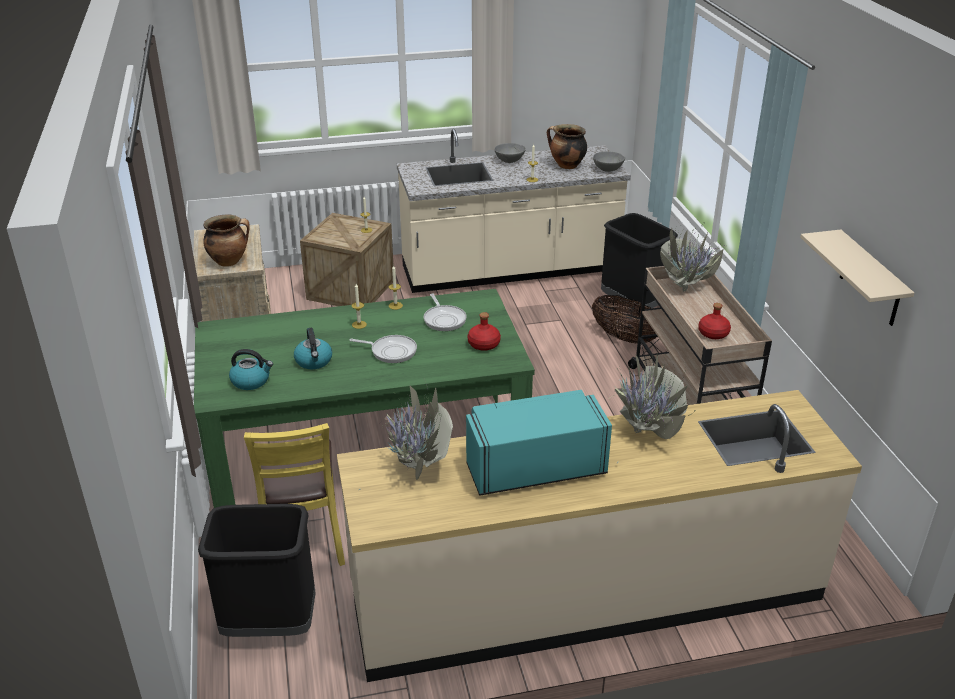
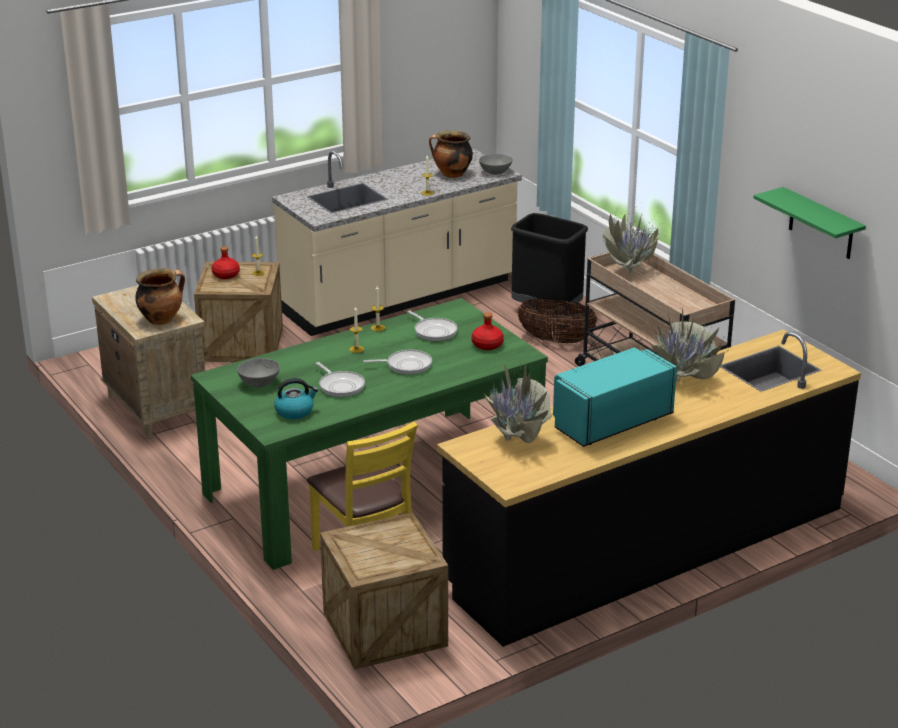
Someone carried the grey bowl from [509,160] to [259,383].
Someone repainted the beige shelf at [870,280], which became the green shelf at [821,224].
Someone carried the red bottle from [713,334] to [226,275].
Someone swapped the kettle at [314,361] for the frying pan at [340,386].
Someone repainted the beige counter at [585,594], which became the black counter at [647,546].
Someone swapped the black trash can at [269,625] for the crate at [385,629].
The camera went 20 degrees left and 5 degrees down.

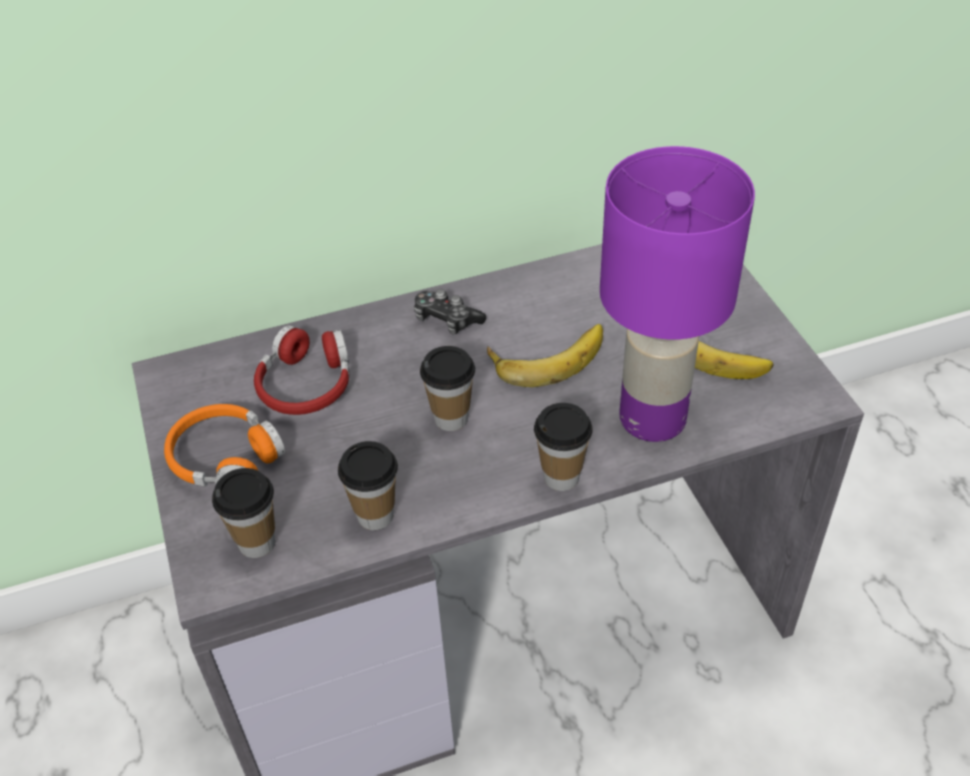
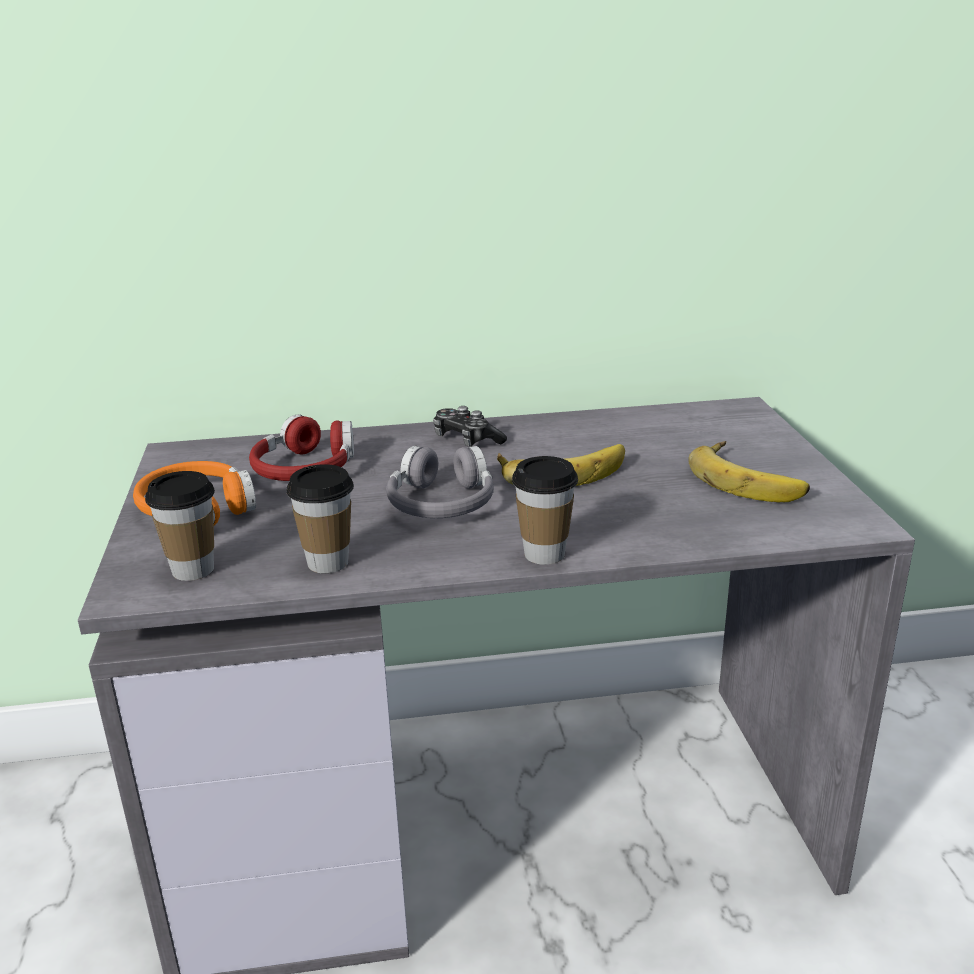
Someone took away the purple table lamp at [653,420].
Someone swapped the cup at [451,418] for the grey headphones at [441,503].
The camera went 10 degrees right and 20 degrees down.

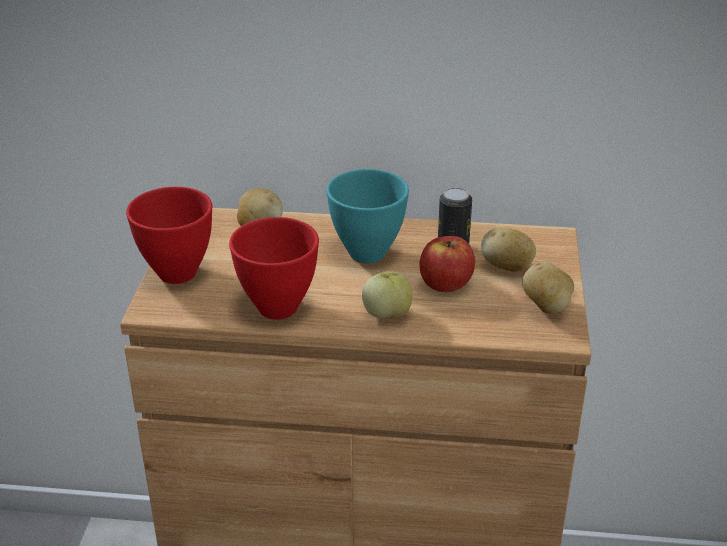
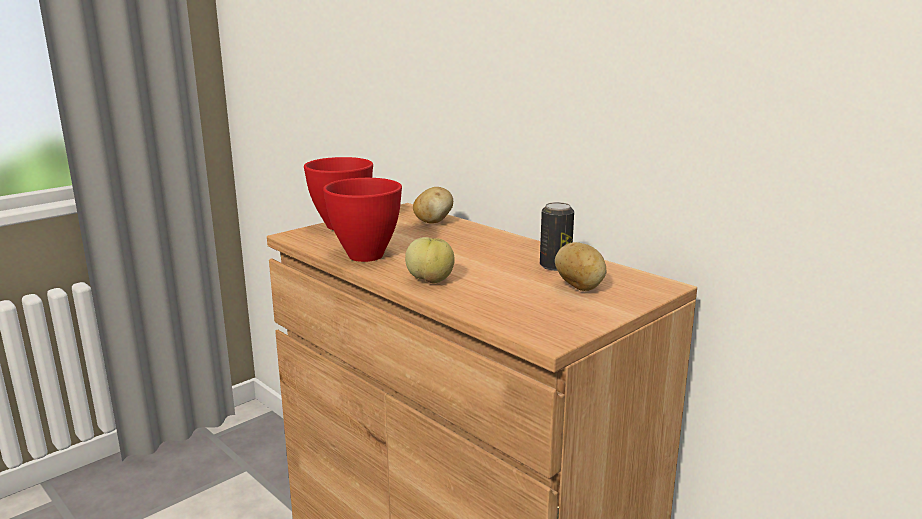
Someone took away the turquoise bowl at [367,254].
Someone took away the apple at [445,284].
Someone took away the potato at [546,307].
The camera went 40 degrees right and 15 degrees down.

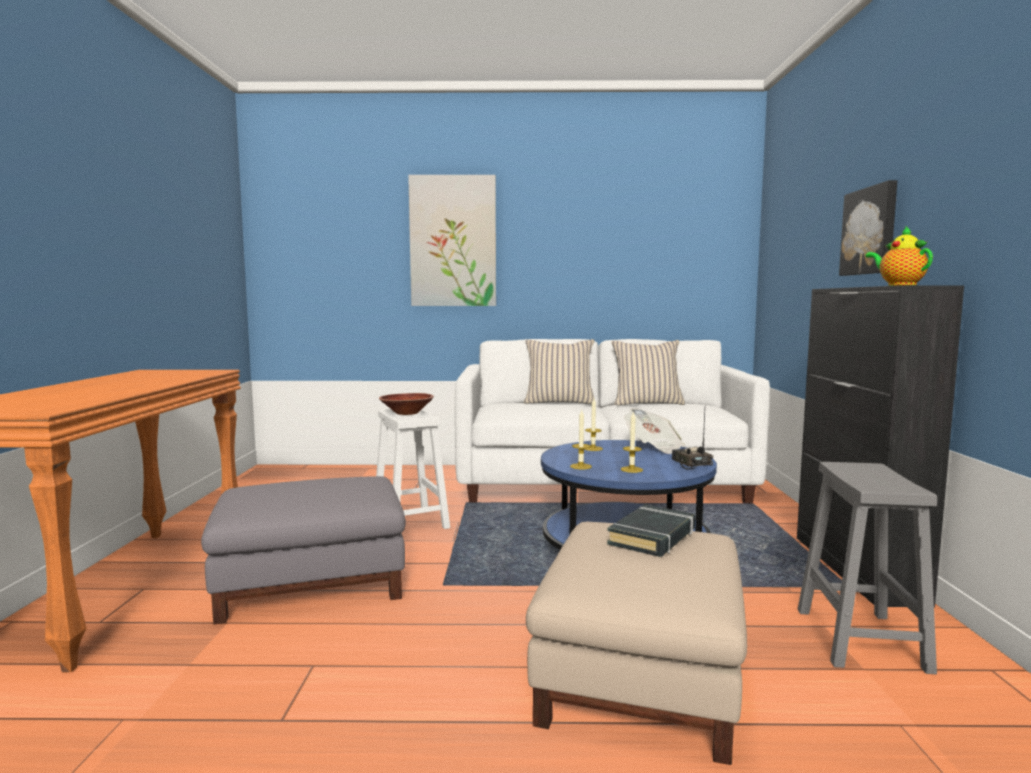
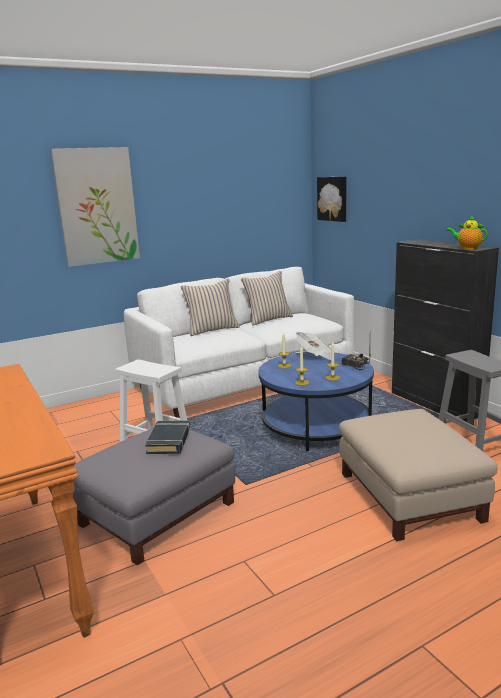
Someone carried the picture from [870,231] to [333,198].
Someone took away the brown bowl at [407,413].
Someone carried the black book from [653,537] to [169,441].
The camera went 30 degrees left and 10 degrees up.

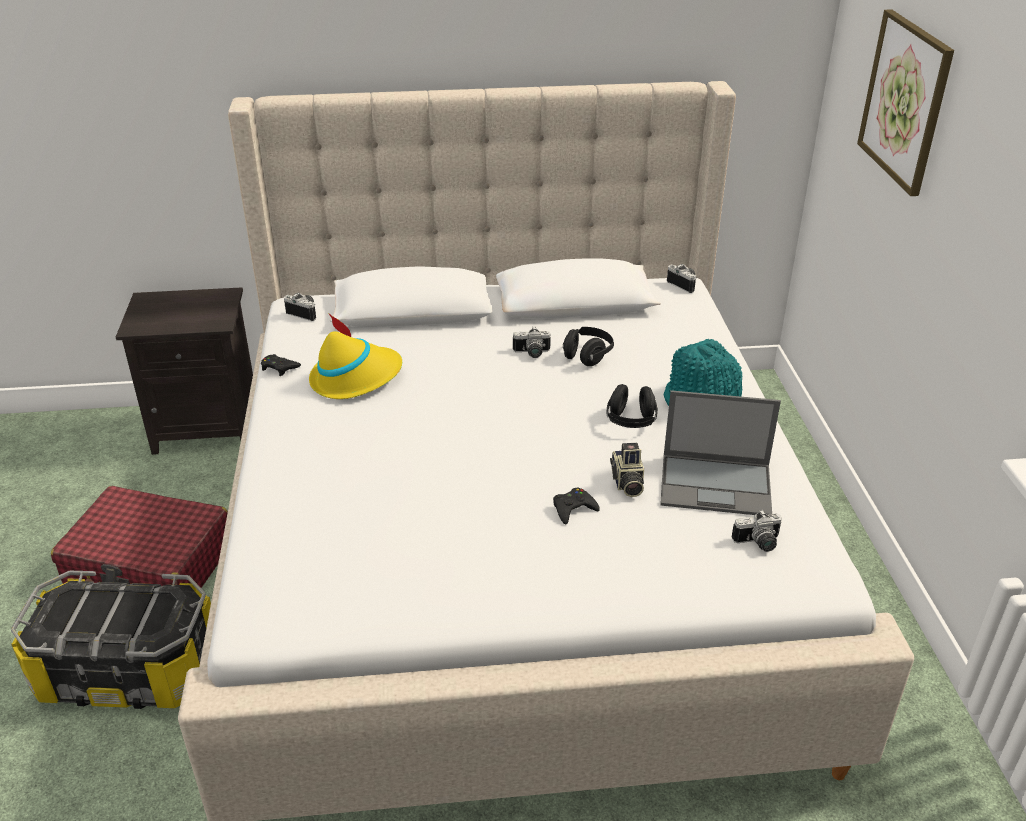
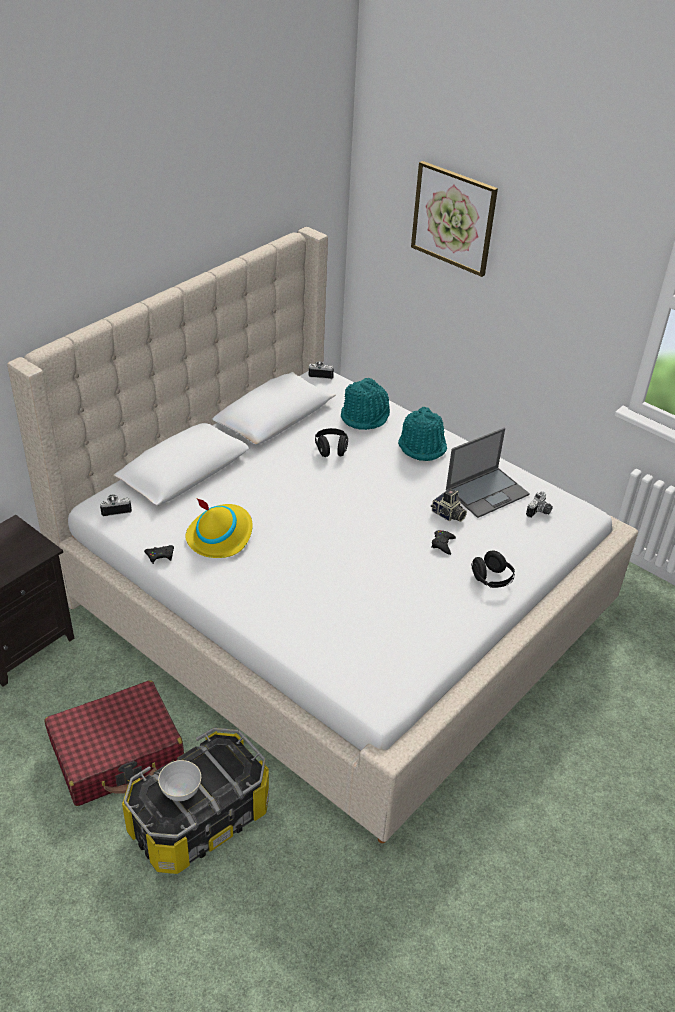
Someone took away the photo camera at [532,353].
Someone carried the black headphones from [631,421] to [491,579].
Someone put down the turquoise hat at [365,416].
Someone put down the grey bowl at [181,791].
The camera went 45 degrees left and 5 degrees up.

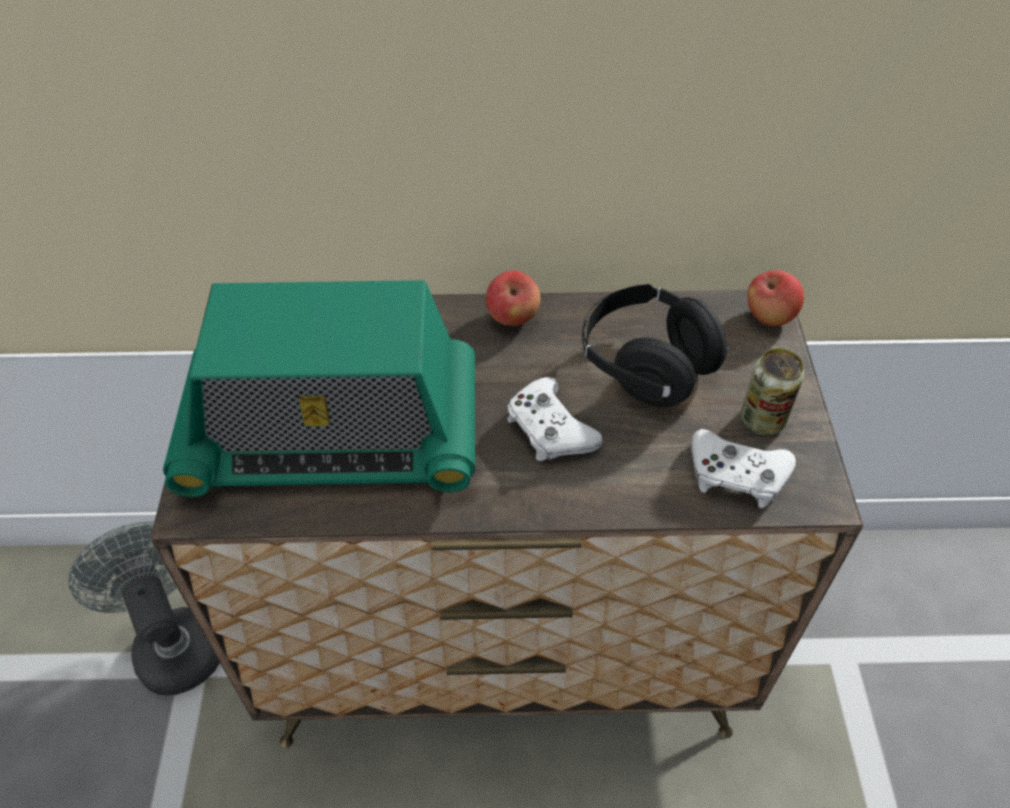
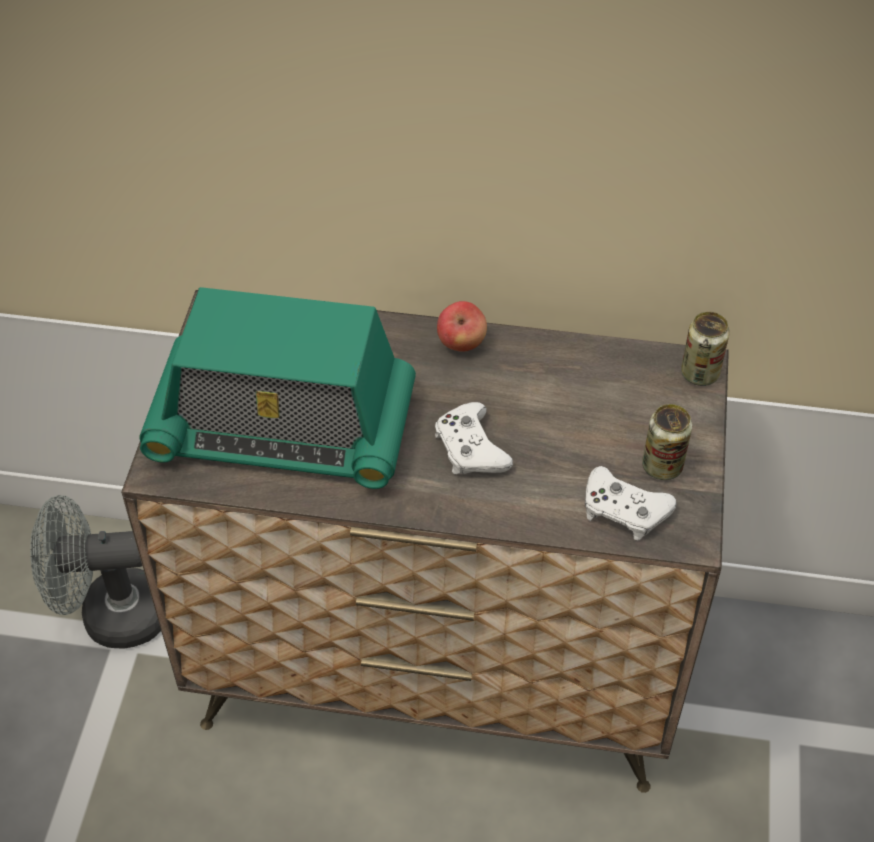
Someone swapped the apple at [769,317] for the can at [699,373].
Someone took away the black headphones at [646,365].
Someone rotated the grey fan at [174,641] by 75 degrees counterclockwise.
The camera went 10 degrees right and 0 degrees up.

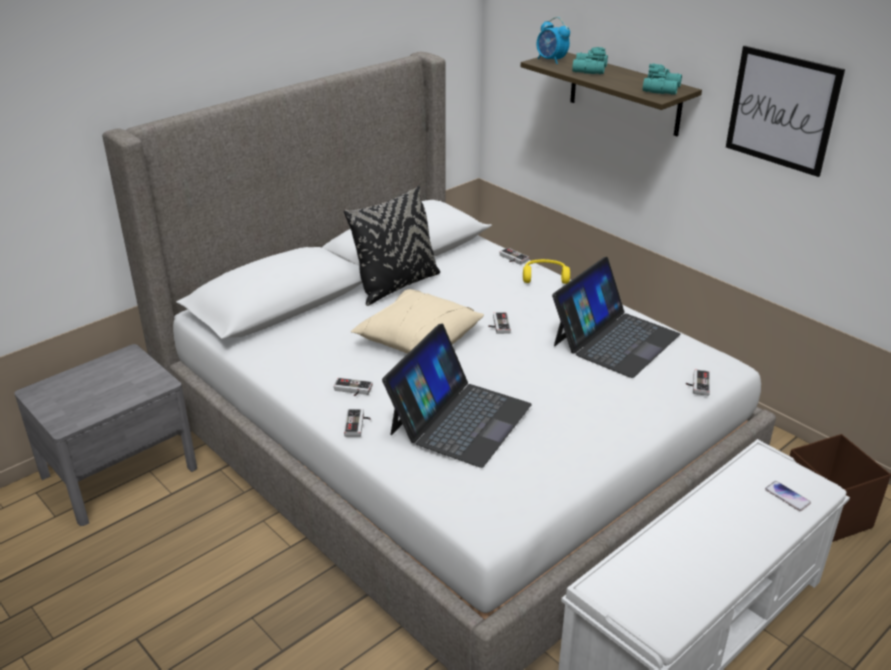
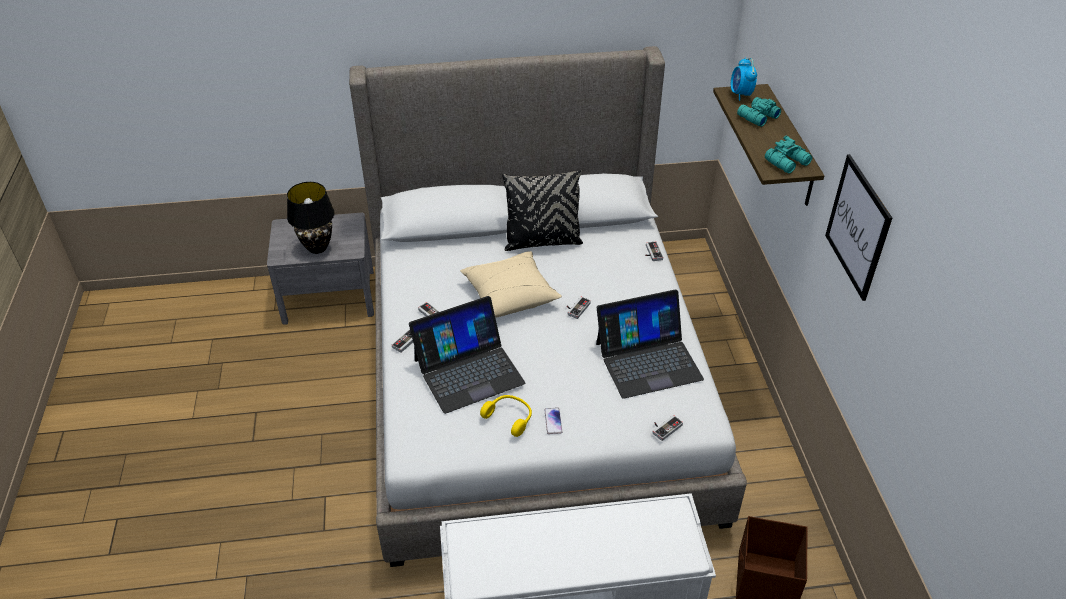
Someone carried the yellow headphones from [545,277] to [509,417].
Someone carried the phone from [787,496] to [553,421].
Someone put down the black table lamp at [317,248].
The camera went 35 degrees right and 10 degrees up.

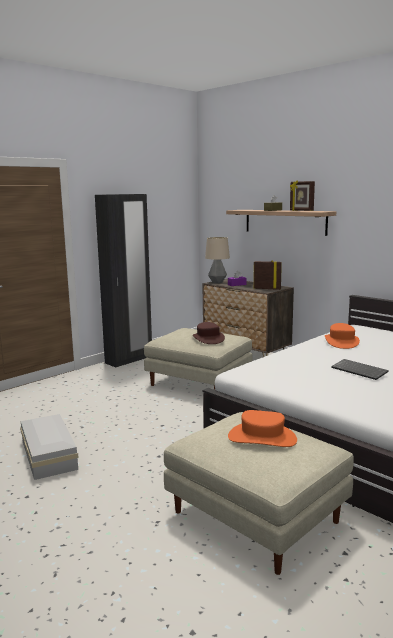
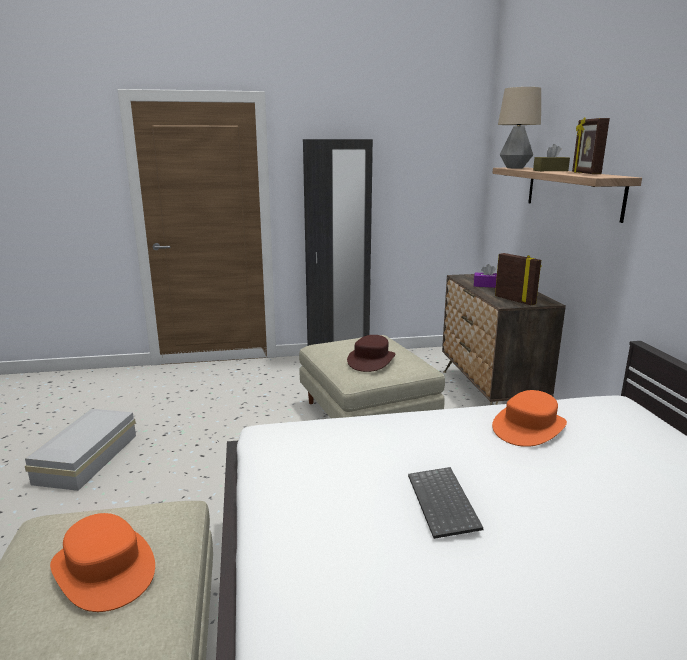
Someone carried the table lamp from [217,282] to [514,168].
The camera went 35 degrees right and 5 degrees up.

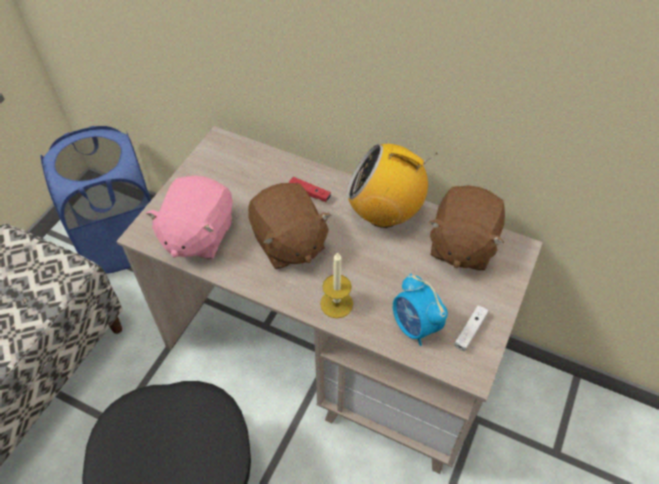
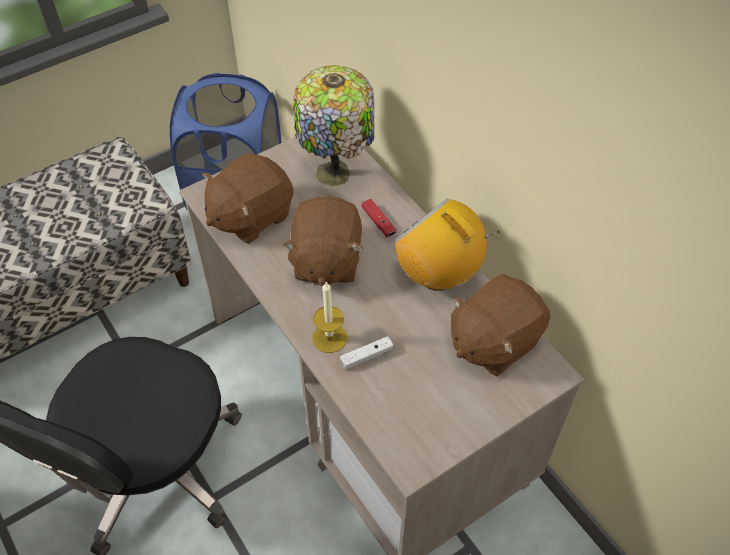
Someone repainted the pink plush toy at [198,235], which became the brown plush toy at [250,216].
Someone took away the alarm clock at [415,326].
Someone carried the white game controller from [470,331] to [366,356].
Someone put down the table lamp at [336,174].
The camera went 30 degrees right and 0 degrees up.

